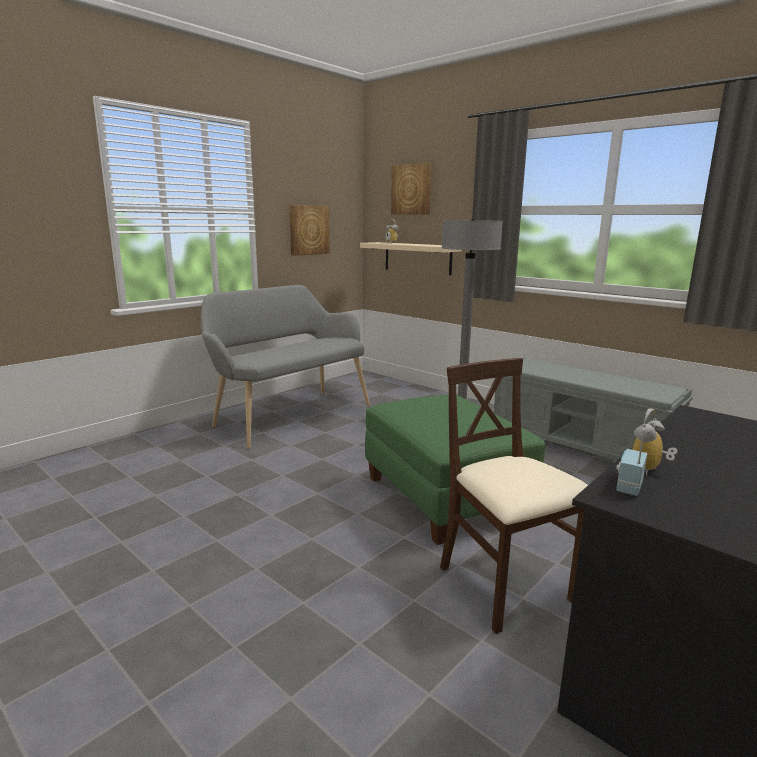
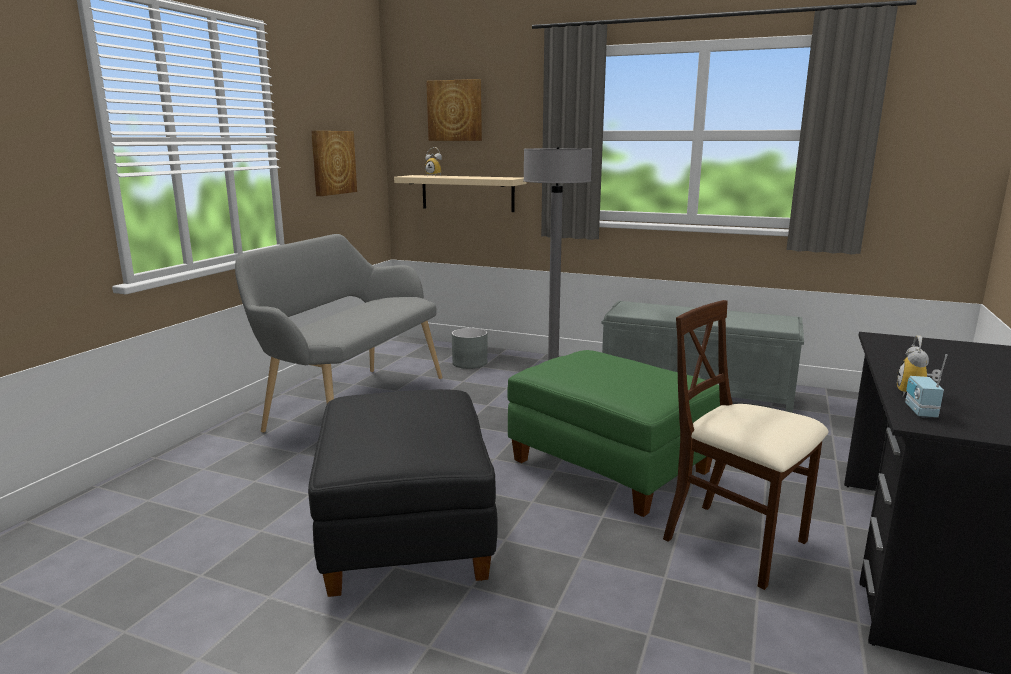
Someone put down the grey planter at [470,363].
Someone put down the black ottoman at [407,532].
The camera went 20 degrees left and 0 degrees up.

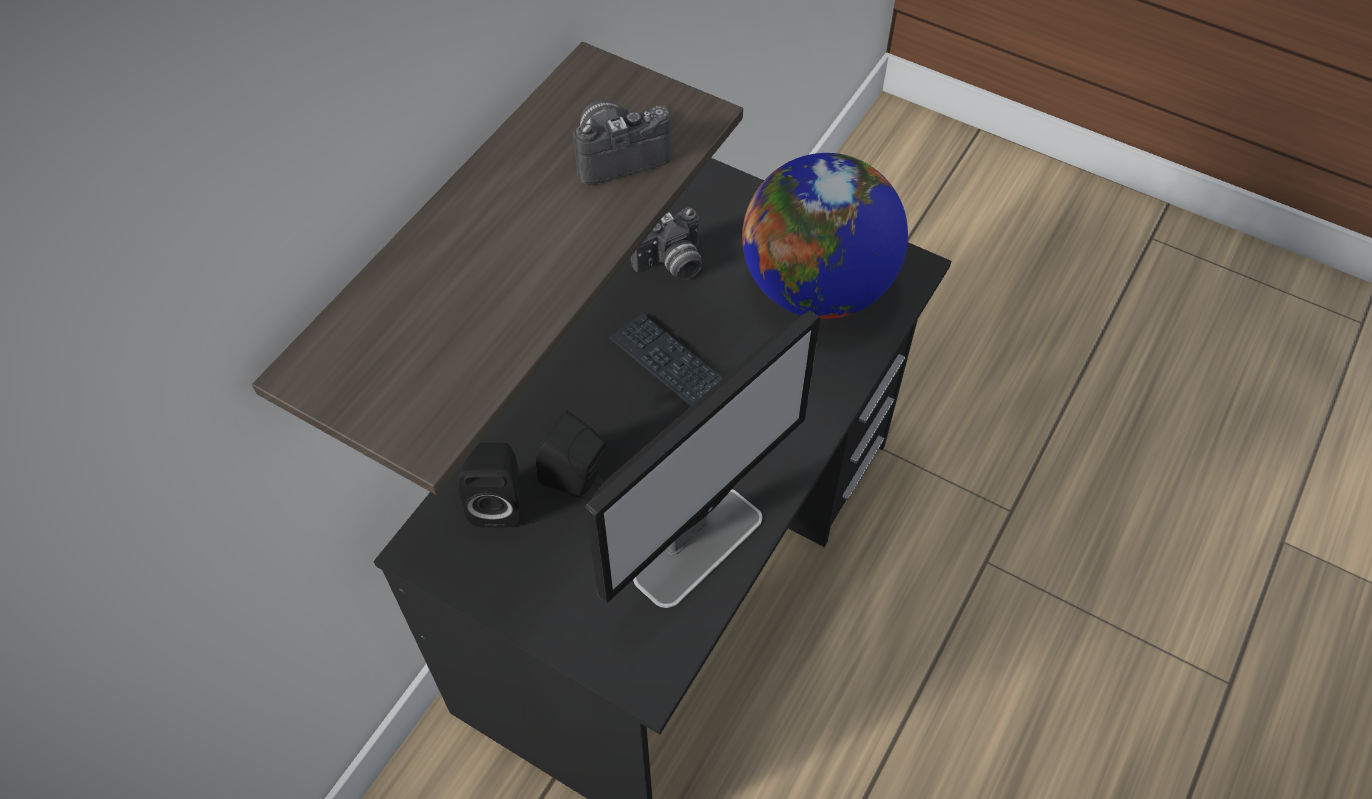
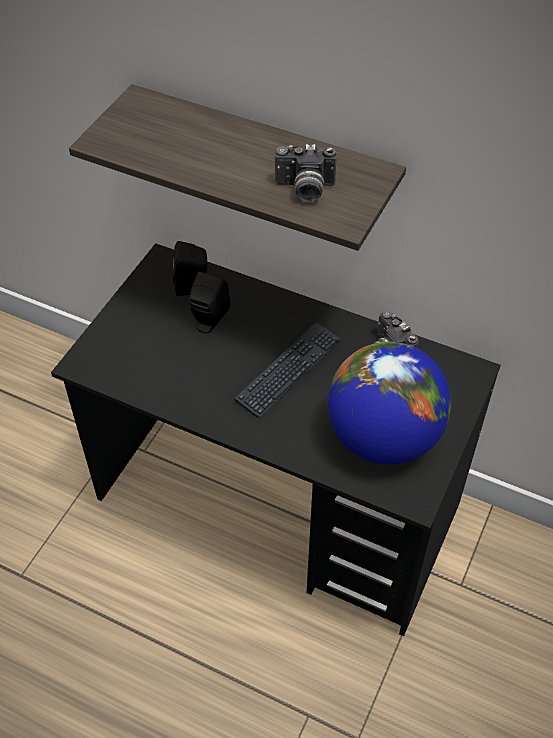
Someone rotated the photo camera at [618,154] by 120 degrees clockwise.
Someone took away the monitor at [699,546].
The camera went 85 degrees right and 5 degrees down.

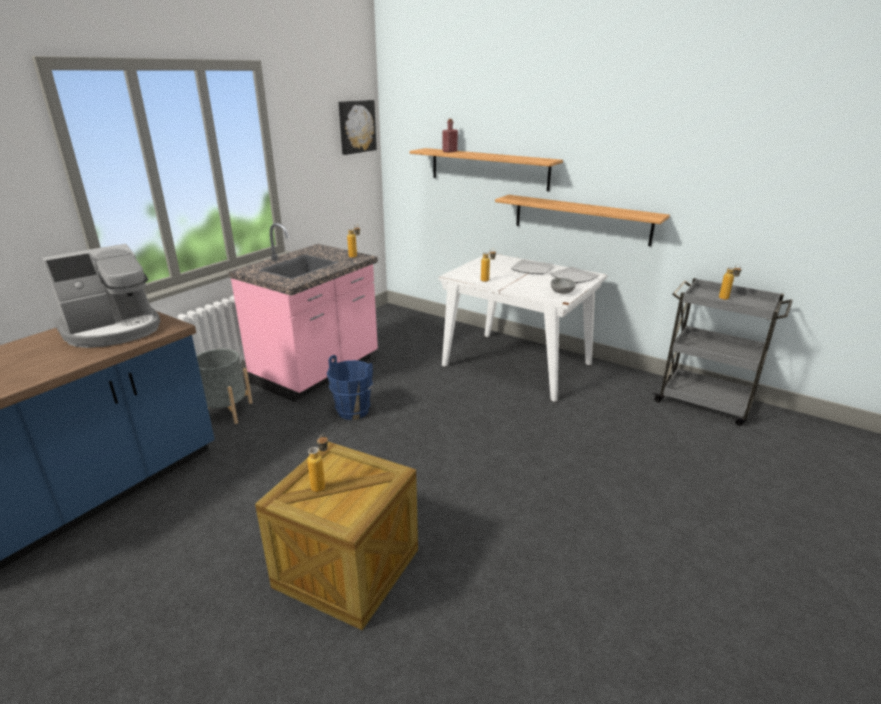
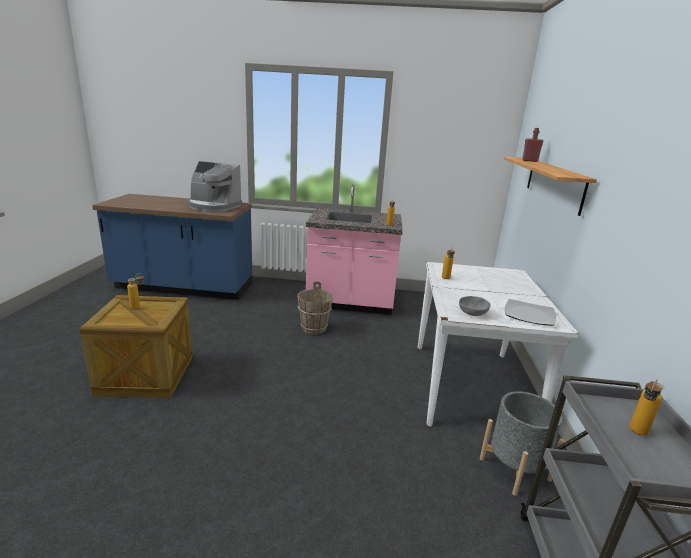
Someone took away the picture at [356,126].
Someone took away the shelf at [581,219].
Someone took away the plate at [532,269].
Someone carried the grey planter from [225,411] to [514,469].
Someone repainted the blue bucket at [353,411], which became the brown bucket at [313,329].
The camera went 60 degrees right and 5 degrees down.

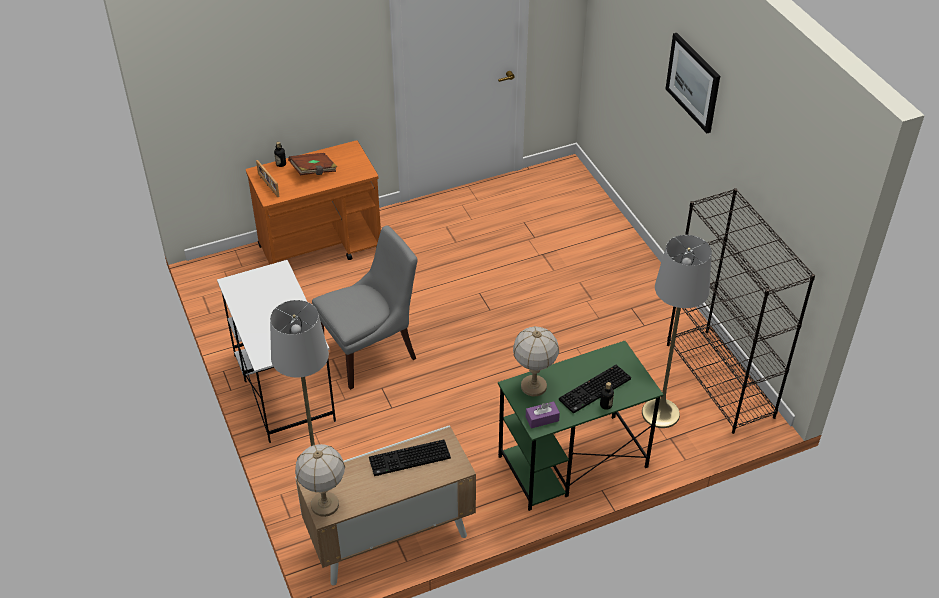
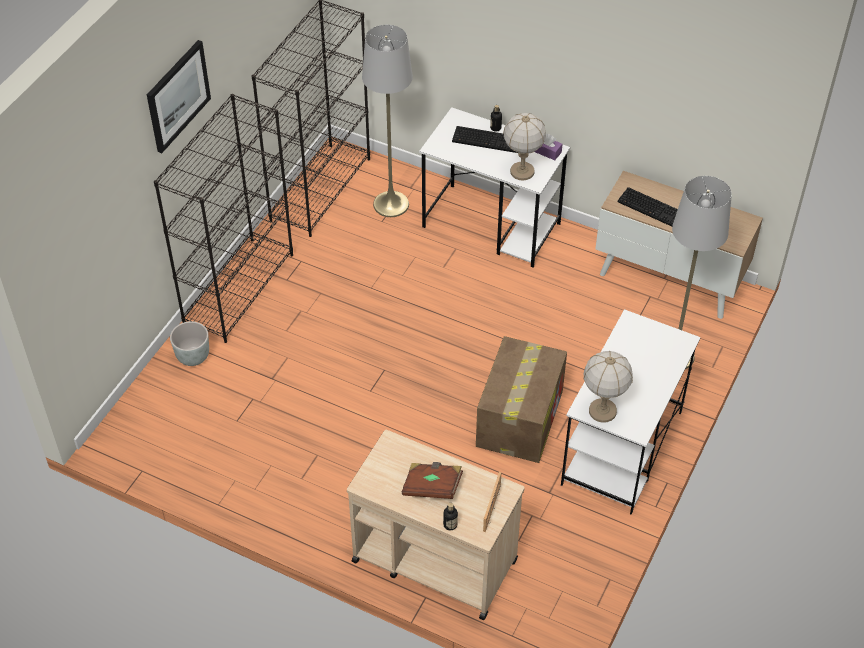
Someone repainted the orange cart at [321,248], which became the beige cart at [433,560].
Someone swapped the grey chair at [371,352] for the cardboard box at [520,417].
Someone repainted the green desk at [571,462], which became the white desk at [492,225].
Someone carried the table lamp from [324,505] to [602,411].
Someone put down the black bookcase at [239,288].
Someone put down the grey planter at [192,356].
The camera went 130 degrees left and 5 degrees up.

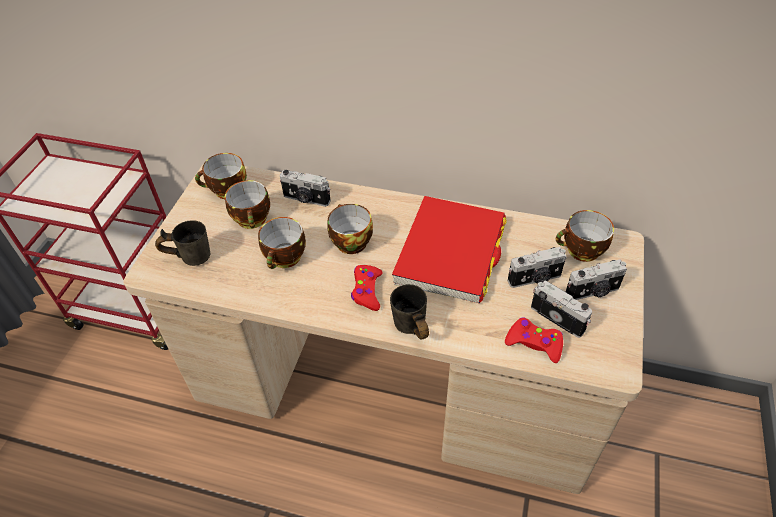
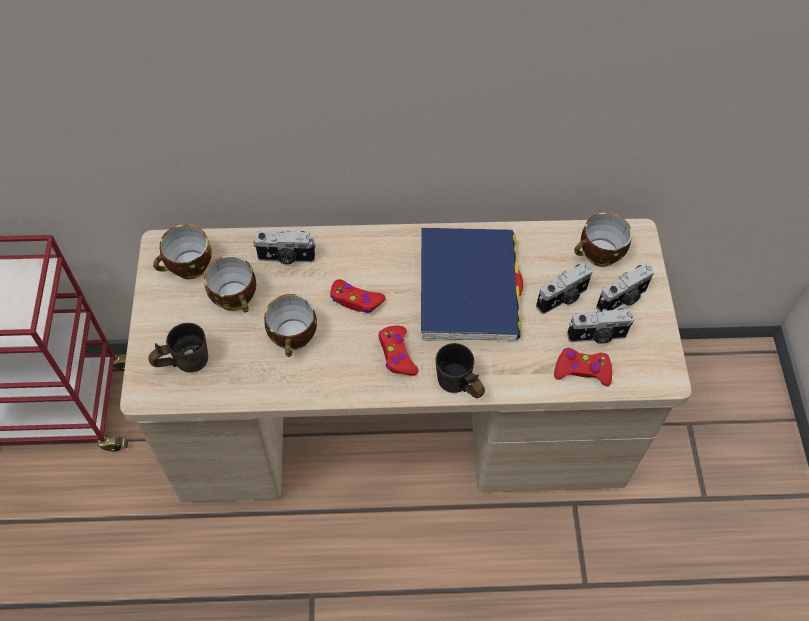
Someone repainted the red book at [450,252], which became the blue book at [468,288].
Someone swapped the cup at [349,241] for the red game controller at [356,300].
Someone rotated the photo camera at [558,317] by 150 degrees clockwise.
The camera went 20 degrees left and 10 degrees up.

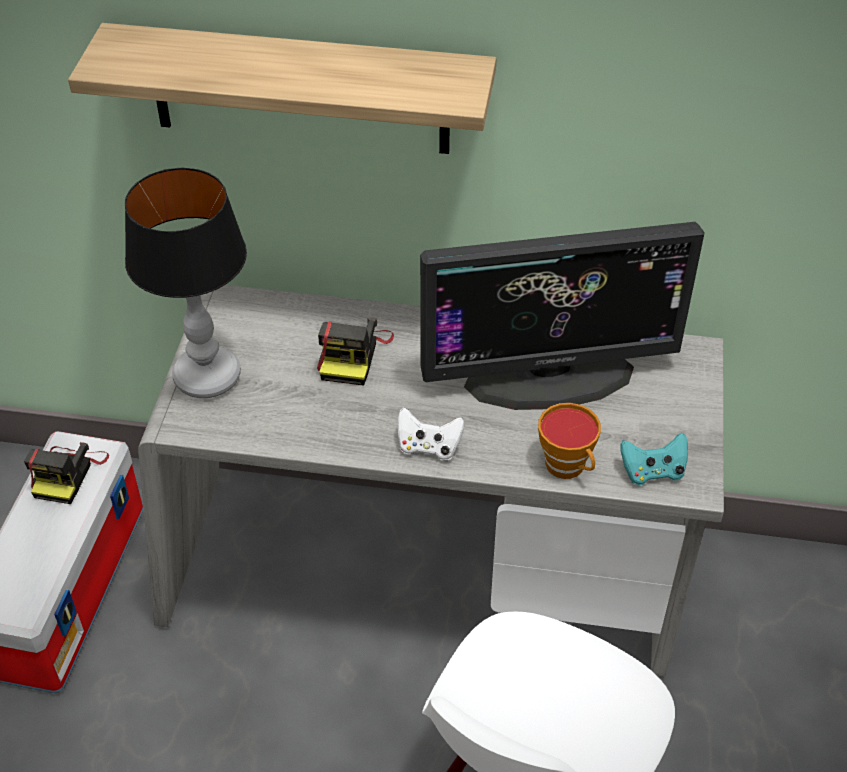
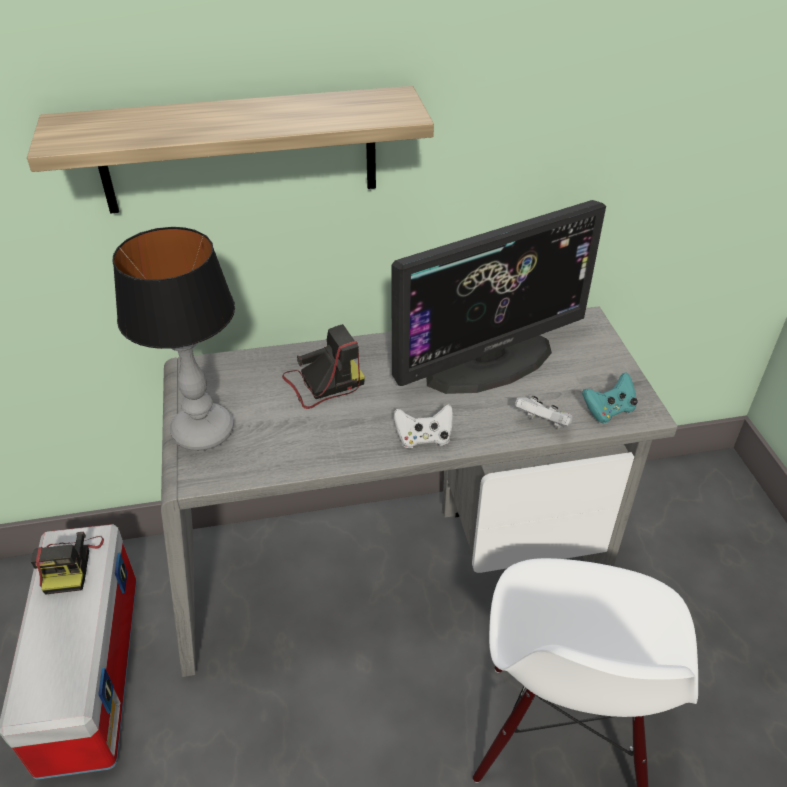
Someone rotated the photo camera at [352,354] by 105 degrees counterclockwise.
Someone swapped the cup at [568,467] for the white game controller at [543,424].
The camera went 20 degrees left and 5 degrees down.

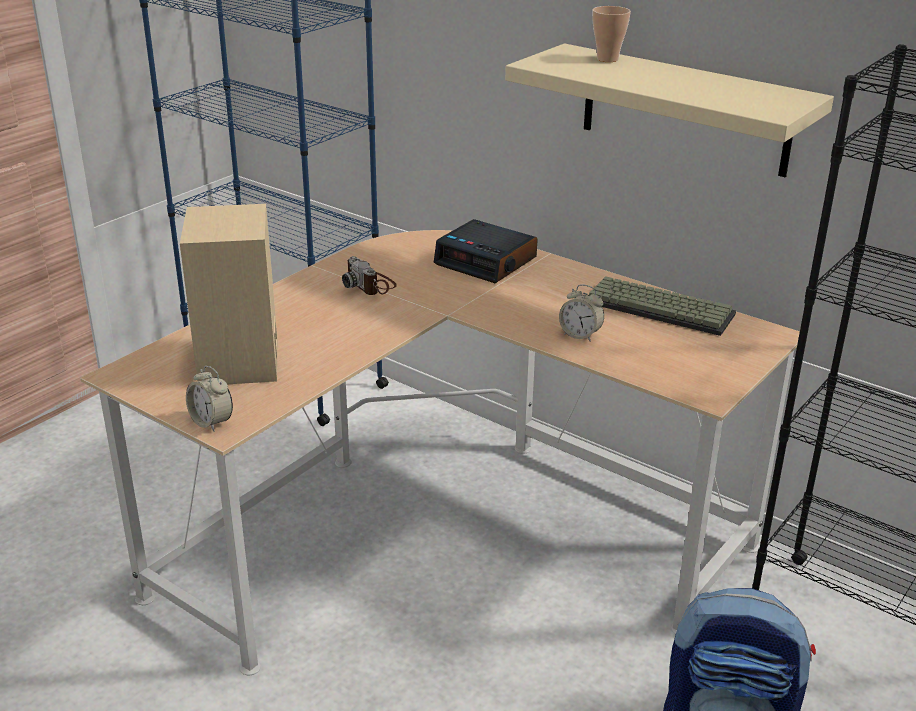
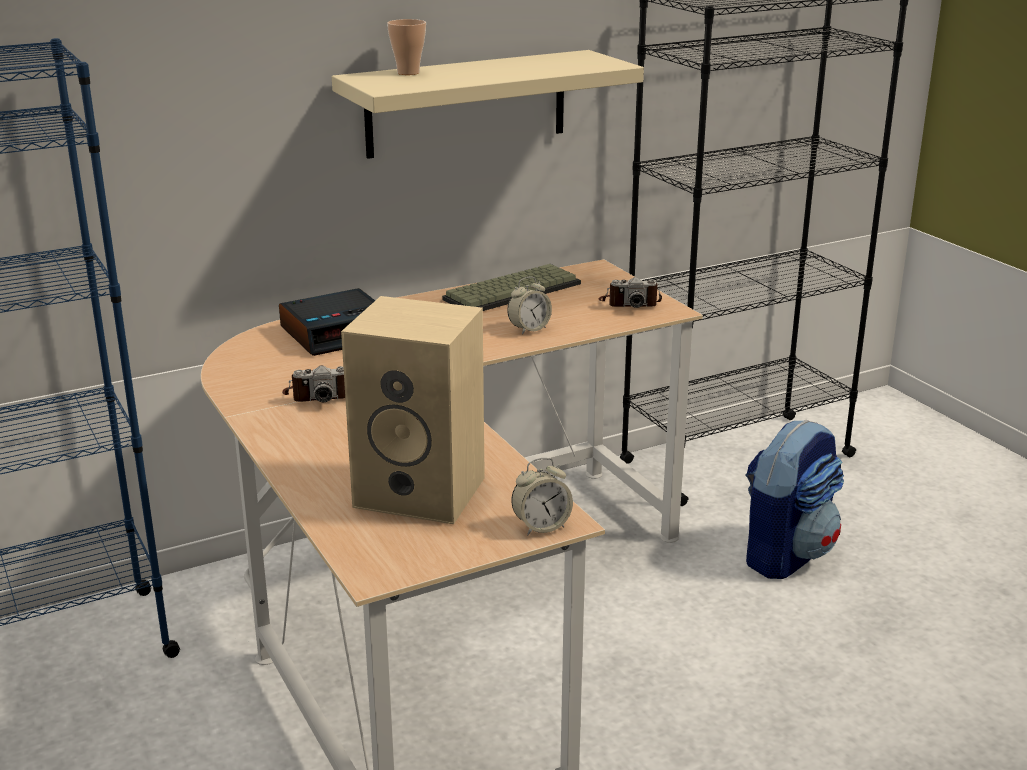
Someone put down the photo camera at [629,303].
The camera went 65 degrees left and 5 degrees down.

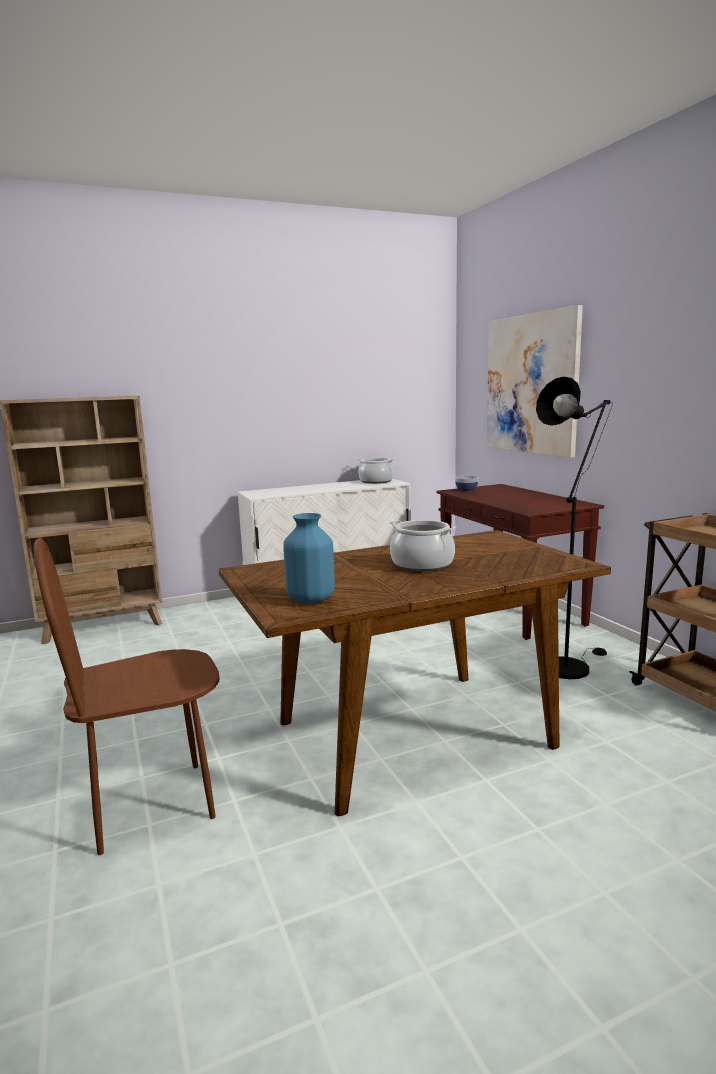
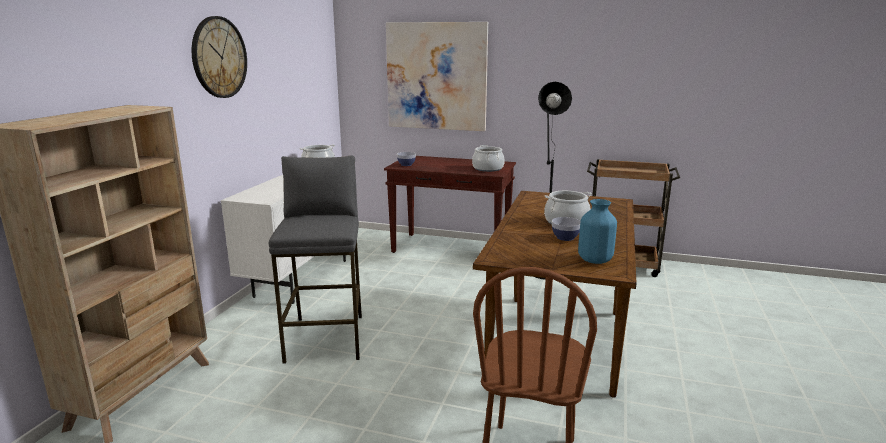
Someone put up the wall clock at [219,57].
Someone put down the cooking pot at [488,168].
Someone put down the grey stool at [326,338].
Someone put down the bowl at [565,238].
The camera went 50 degrees left and 5 degrees up.

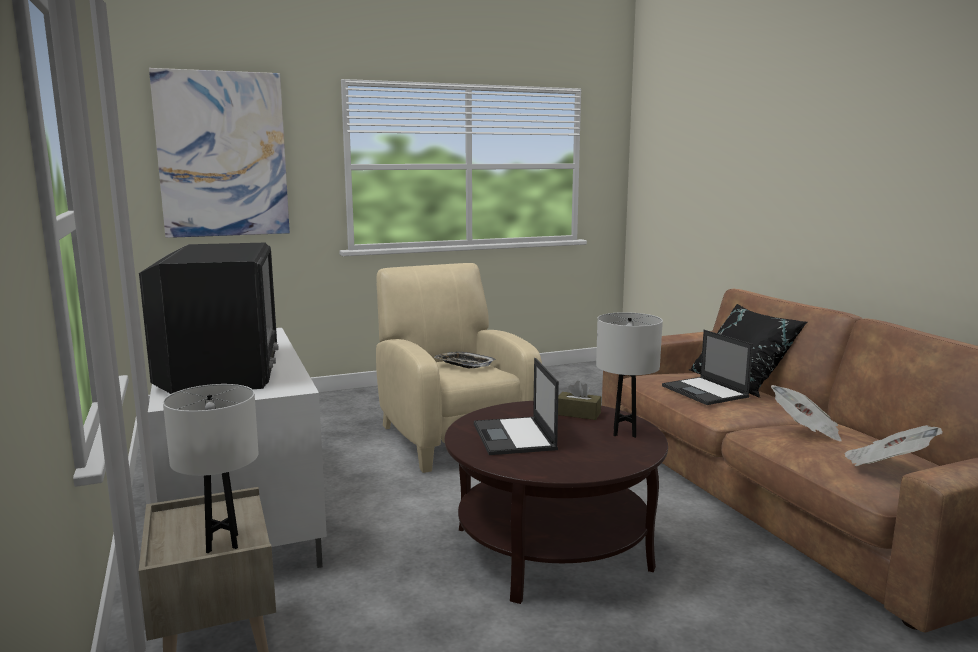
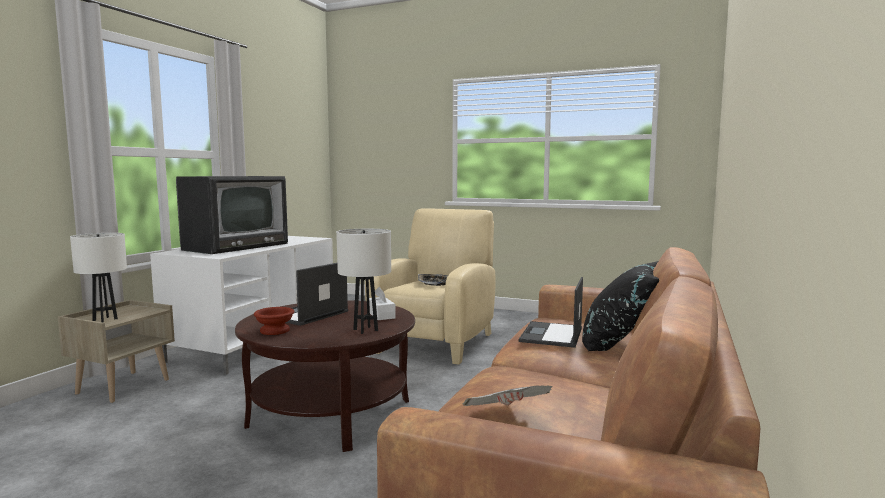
Someone took away the picture at [222,155].
Someone repainted the brown tissue box at [578,414], which became the white tissue box at [381,315].
Someone took away the newspaper at [805,431].
Someone put down the brown bowl at [276,331].
The camera went 45 degrees right and 5 degrees down.

